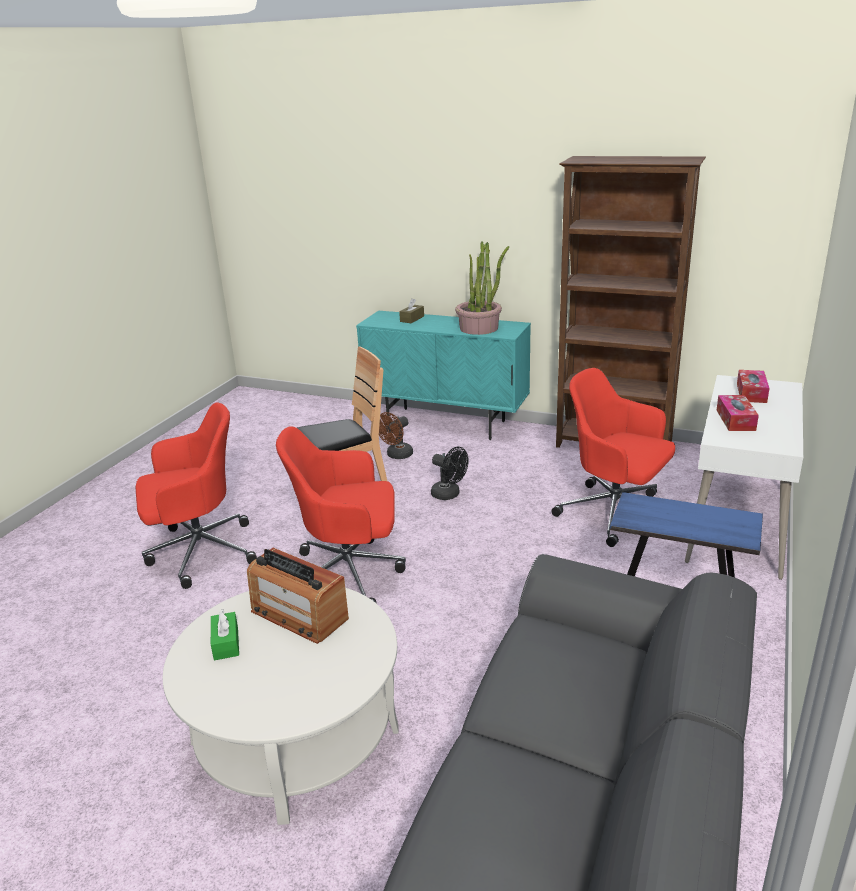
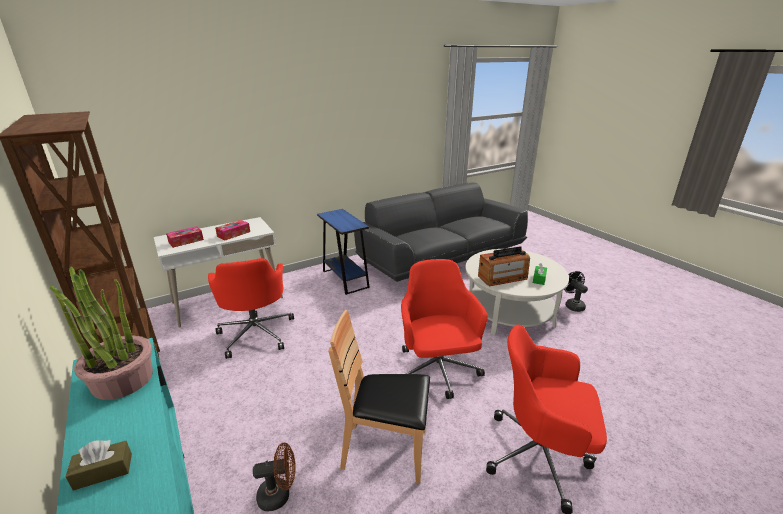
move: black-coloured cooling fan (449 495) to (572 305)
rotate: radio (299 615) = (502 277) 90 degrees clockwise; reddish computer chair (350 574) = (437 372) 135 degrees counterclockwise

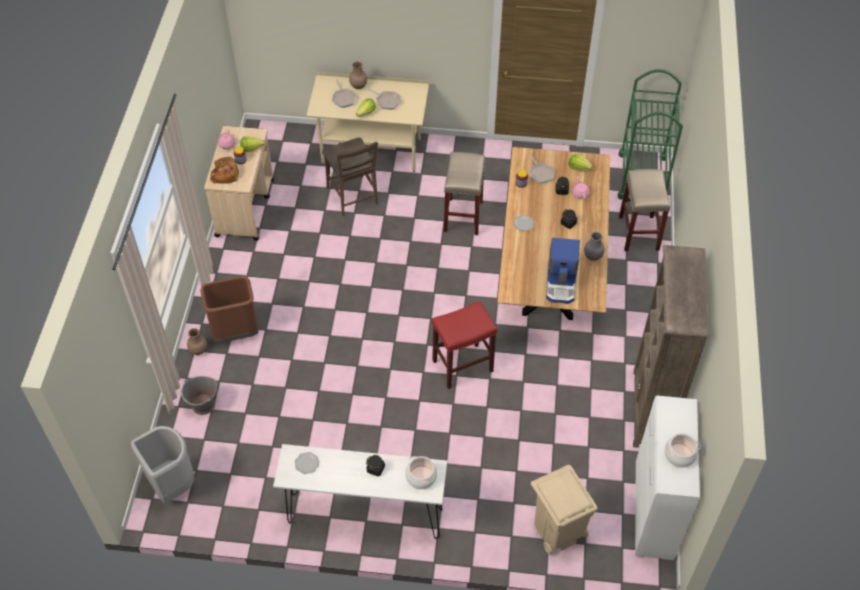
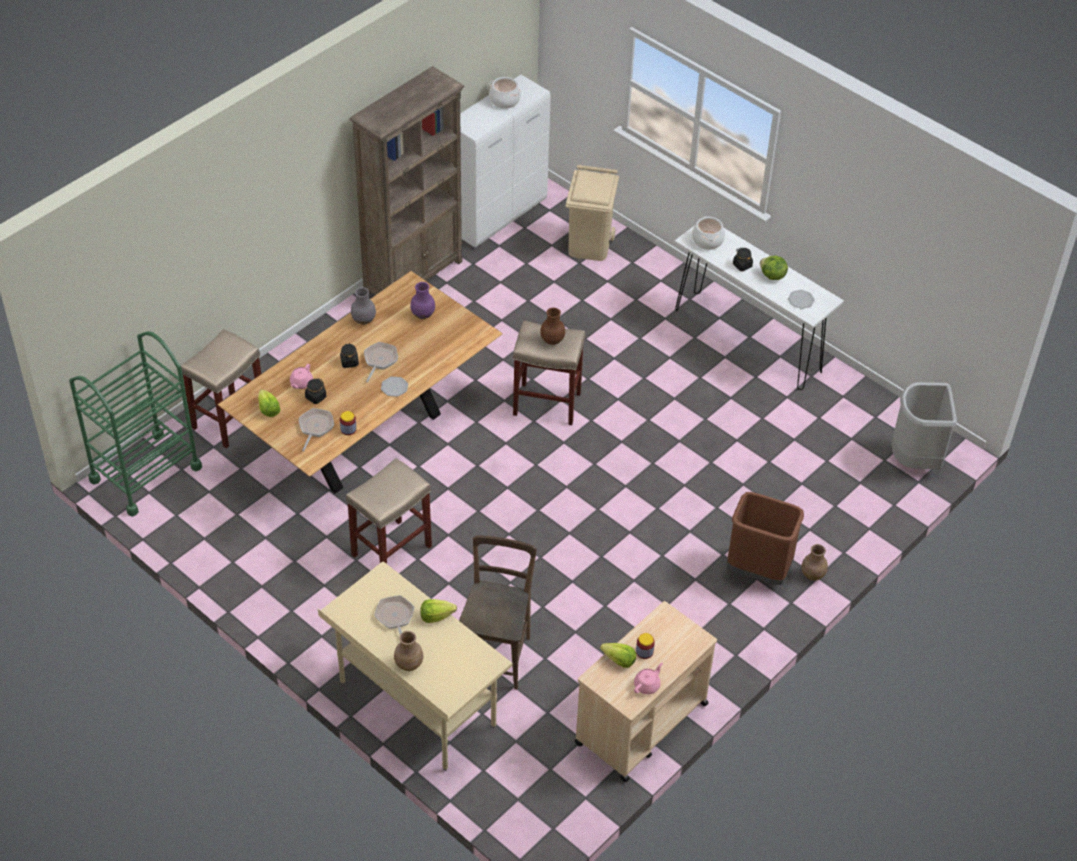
delete: gray bucket (203 405); bread (224 175)
insert: brown vase (552 340); head of lettuce (772 276)
move: pan (343 98) to (379 360)
replace: coffee maker (561 283) to purple-coloured vase (422 314)
recolor: reddish sitting stool (462 366) to beige-coloured sitting stool (548 403)

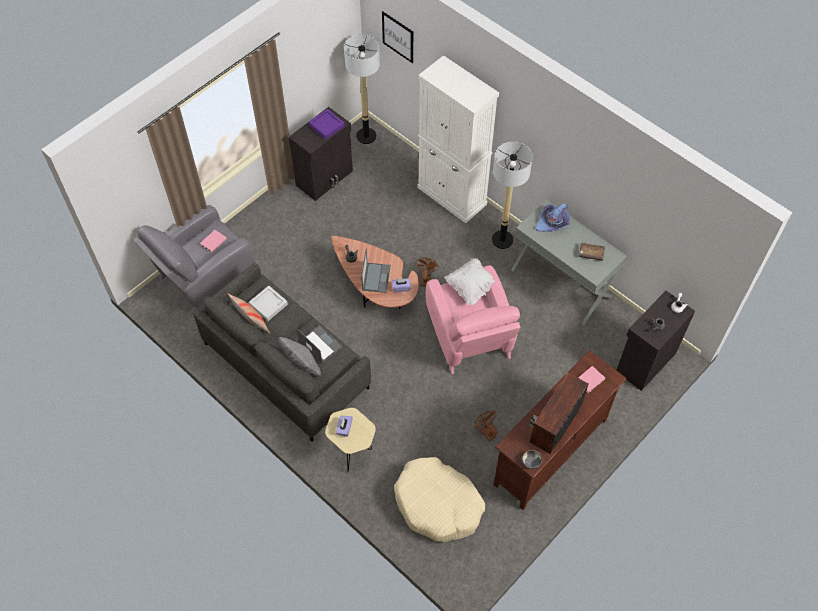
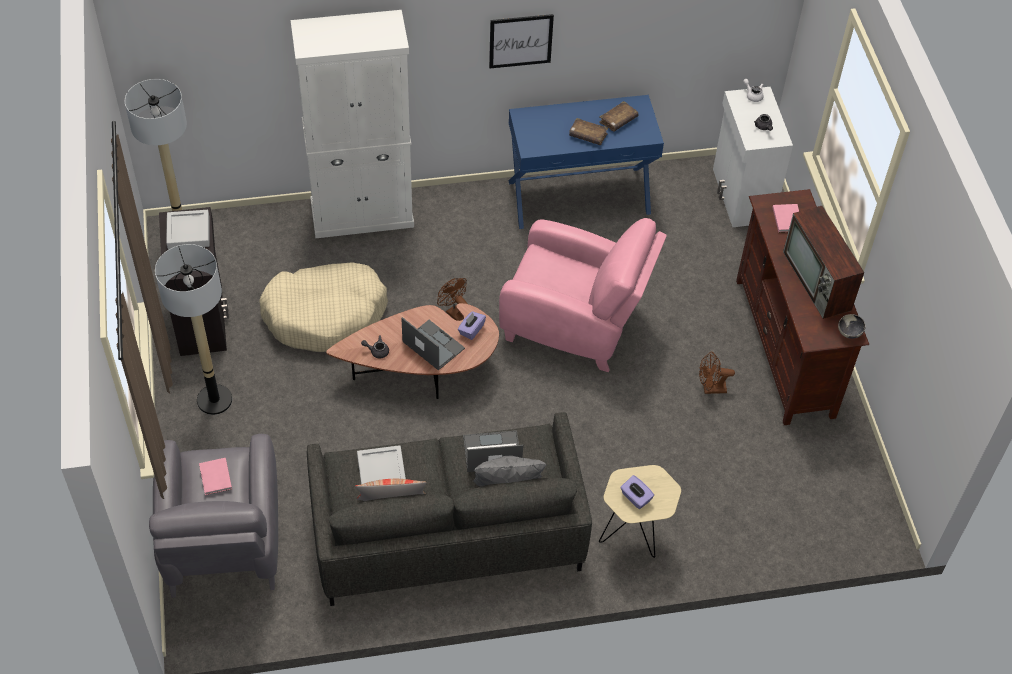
delete: whitish pillow (472 287); purple-coloured clothing hat (553 222)
insert: brown bound book (588 135)
move: wall picture (398 37) to (520 41); beige-coloured dog bed (438 504) to (325 315); floor lamp (502 240) to (214 400)
recolor: purple-coloured serving tray (326 126) to gray serving tray (188 232); gray narrow table (562 282) to blue narrow table (579 196); black-coloured cabinet (644 362) to whitish cabinet (741 196)

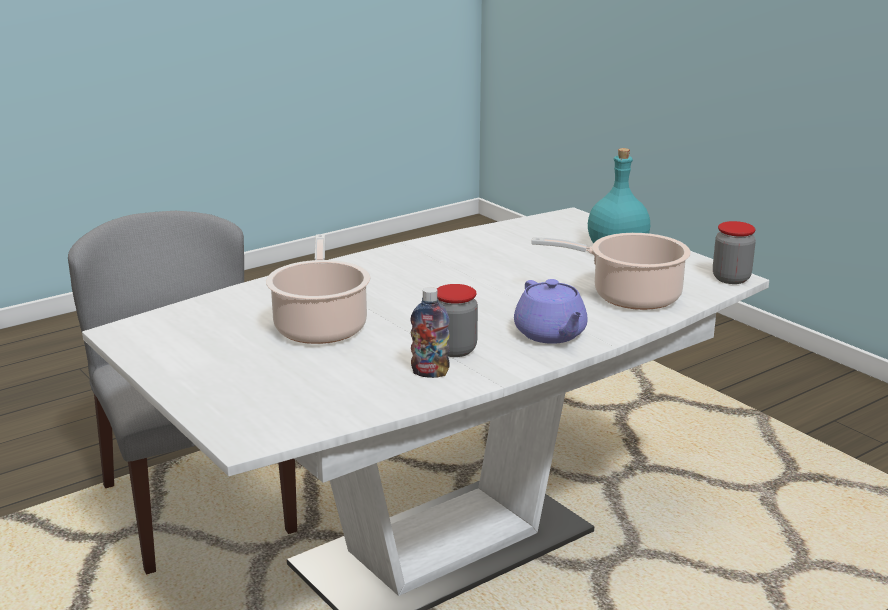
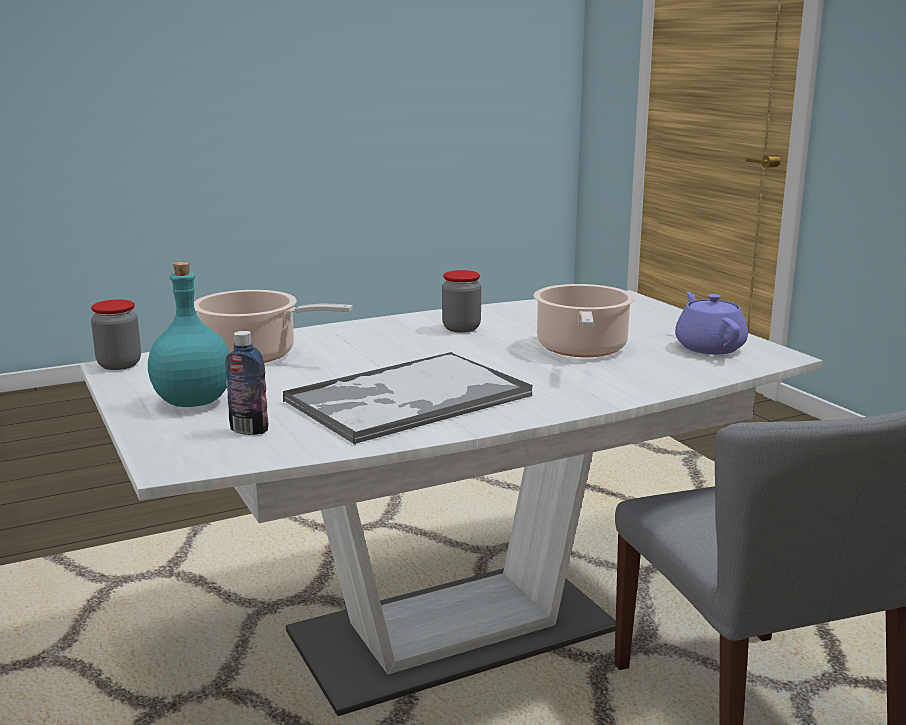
insert: serving tray (406 399)
move: bottle (430 373) to (249 430); purple-coloured teapot (551 334) to (708 347)

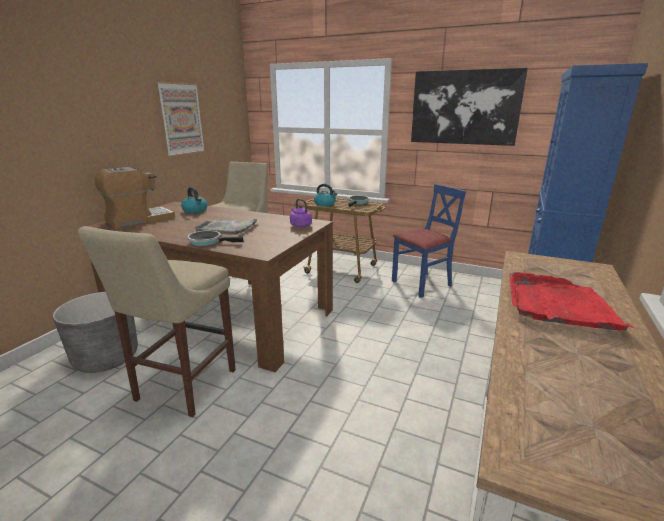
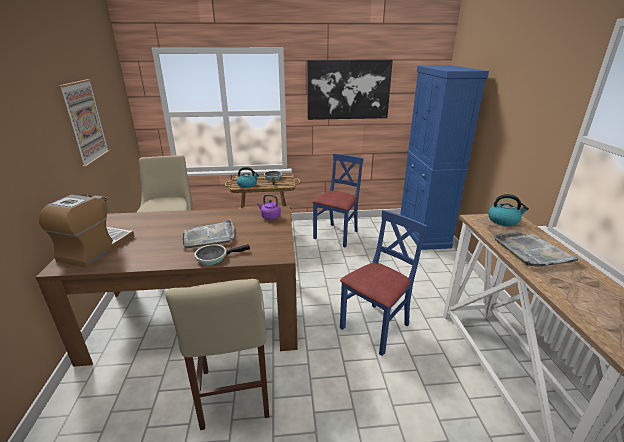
delete: gray planter (106 357)
insert: blue upright chair (376 327)
move: kettle (195 210) to (503 220)
recolor: reddish serving tray (558 304) to gray serving tray (531 251)

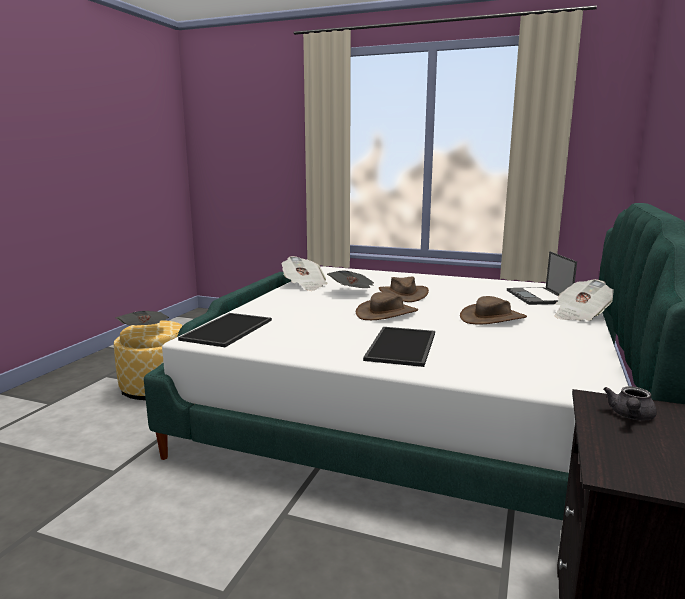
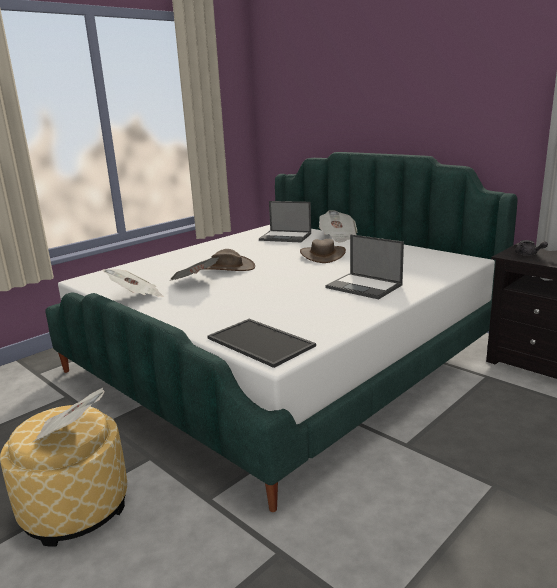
delete: brown clothing hat (387 313)
replace: serving tray (403 347) to laptop (365 286)

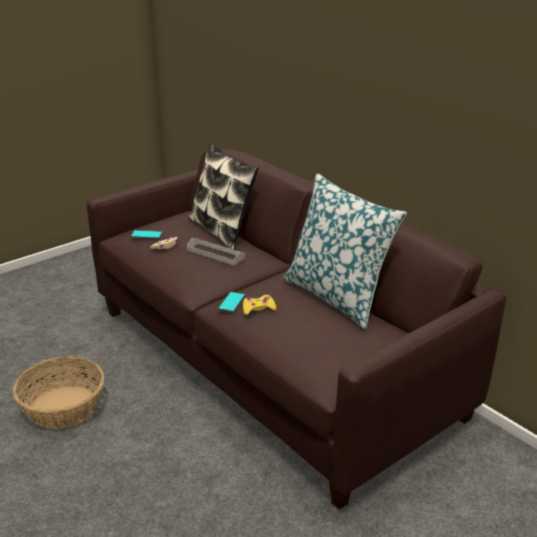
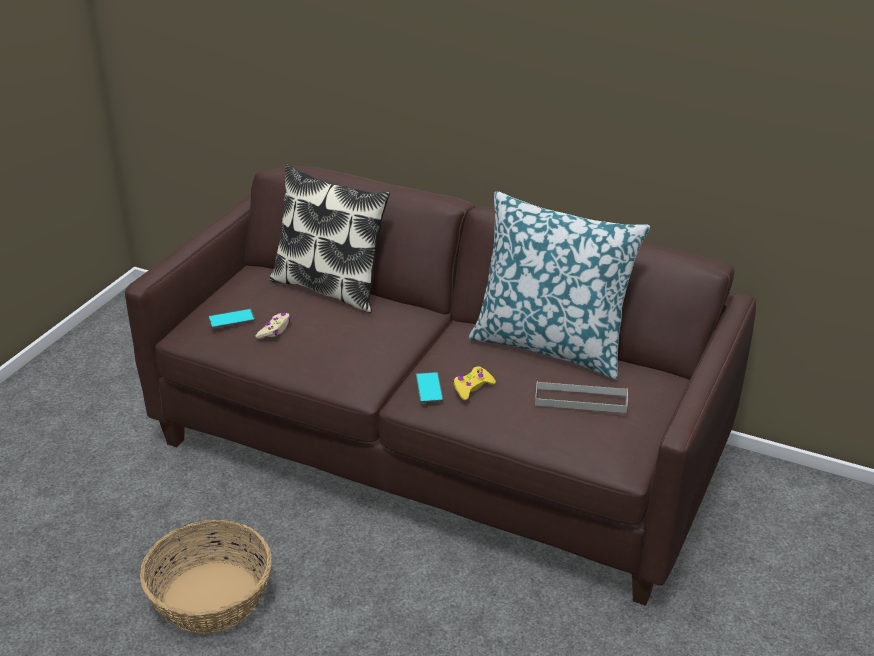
move: gray serving tray (215 254) to (580 400)

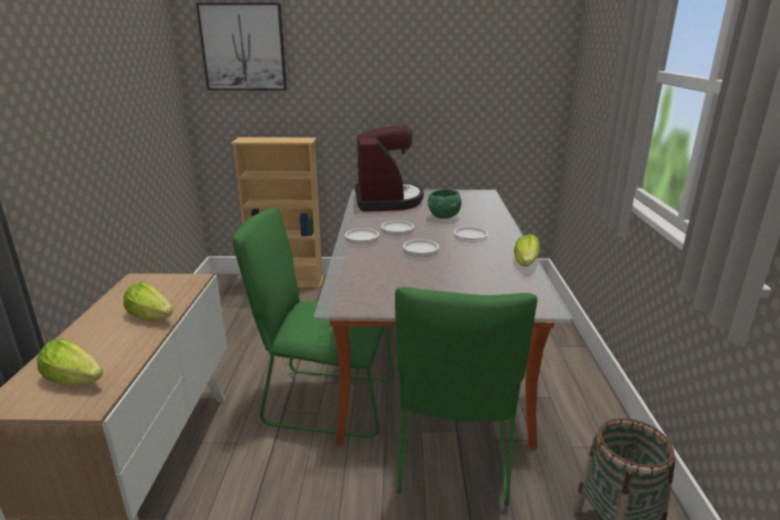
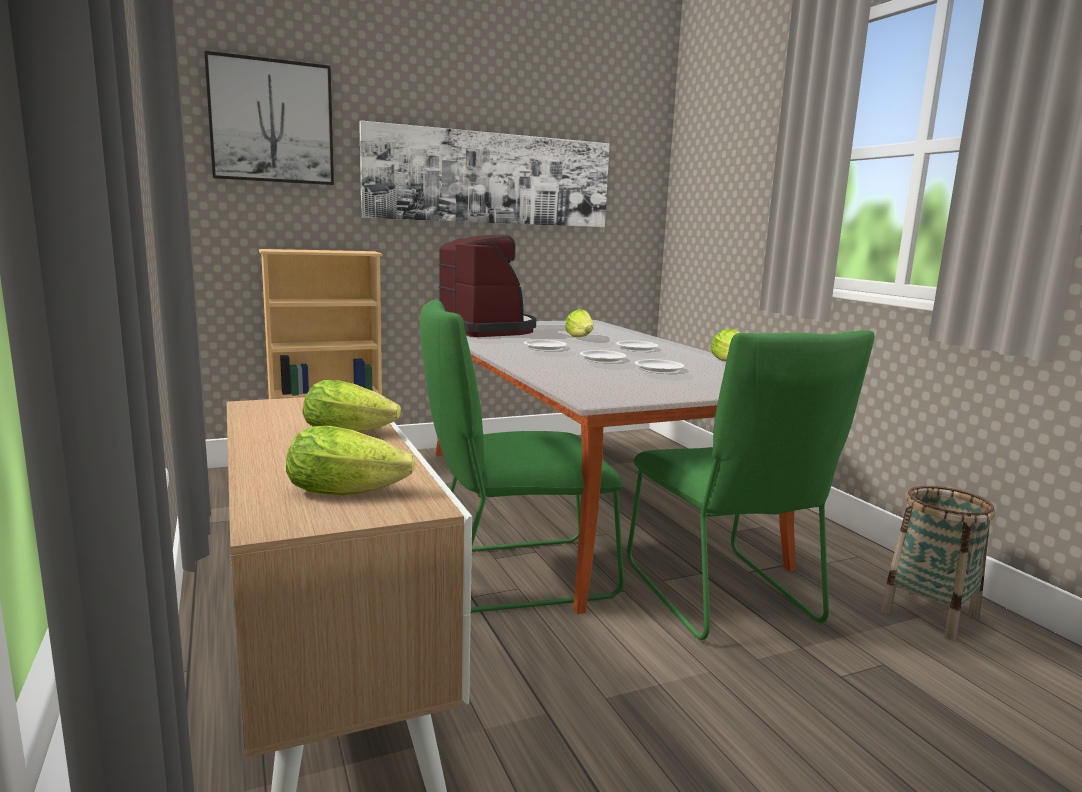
insert: wall picture (490 178)
move: whitish dinner plate (362 237) to (658 368)
replace: greenish bowl (444 217) to head of lettuce (580 338)

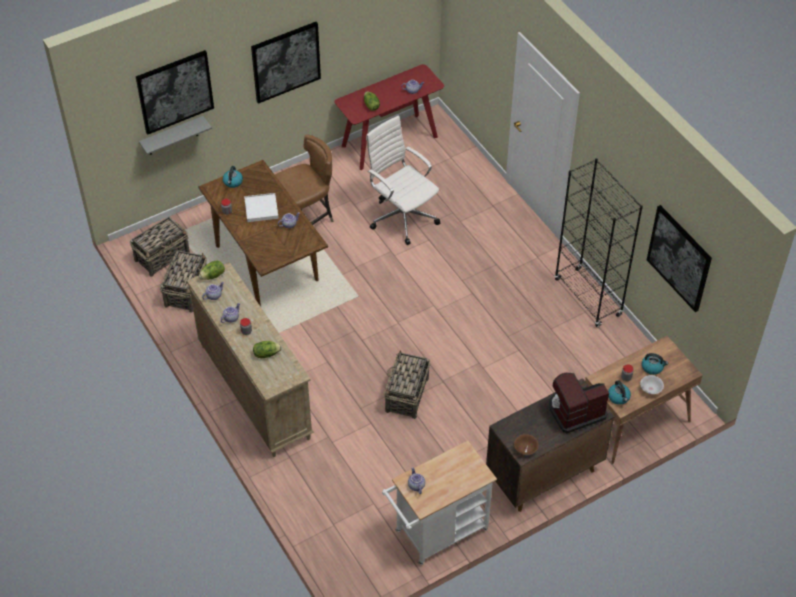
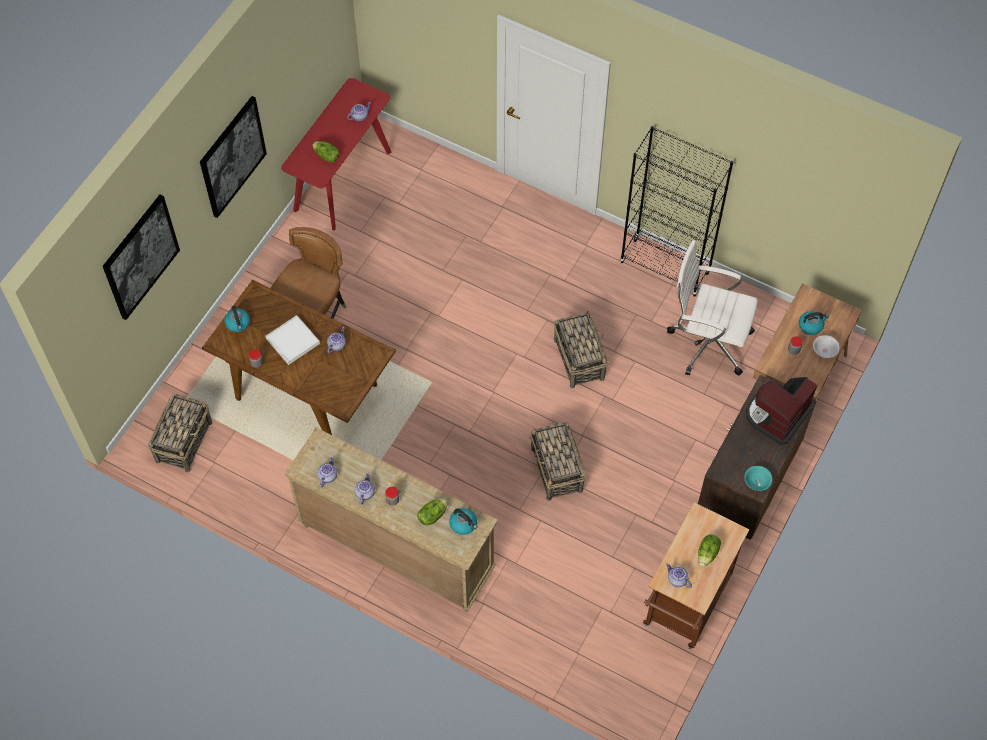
delete: gray wall shelf (172 136); wall picture (679 258)
move: basket (187 290) to (579 359); head of lettuce (213 276) to (708 554); whitish computer chair (402 216) to (707 341); kettle (618 397) to (463 524)
recolor: whitish wheeled cart (437 533) to brown wheeled cart (685 606); brown bowl (525 449) to turquoise-coloured bowl (756 482)

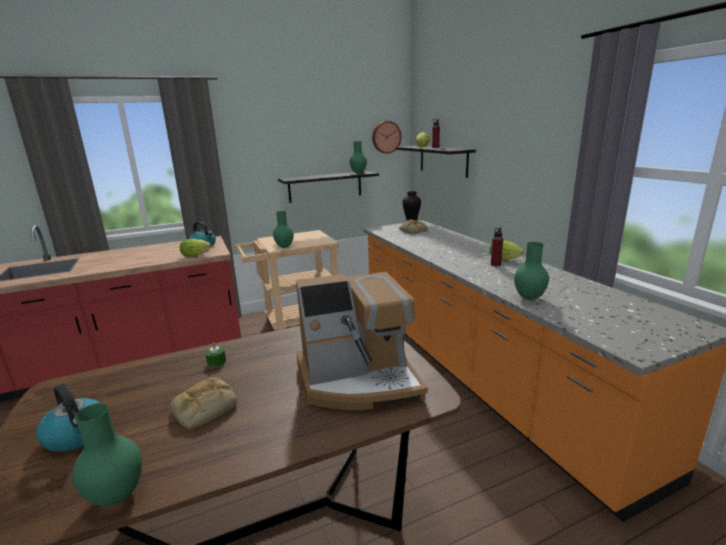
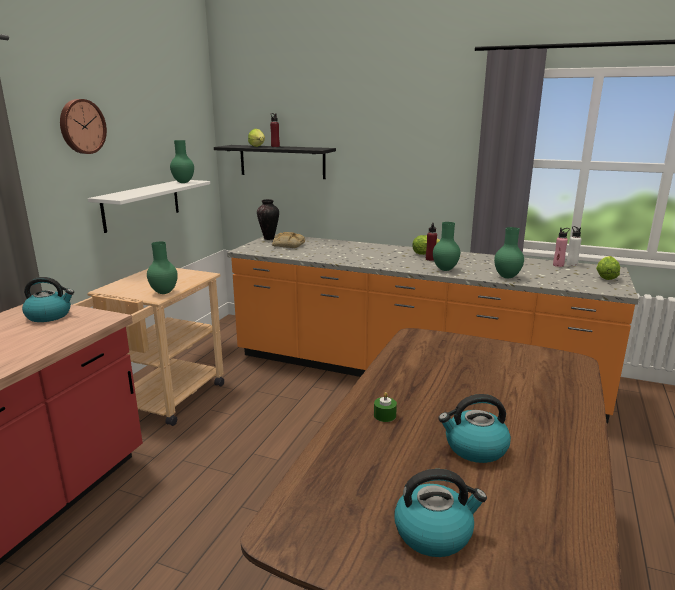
delete: coffee maker (358 380)
insert: pink-coloured bottle (558 265); whitish bottle (571 264)
move: greenish vase (118 495) to (444 269); head of lettuce (197 255) to (605 277); hanging clock (386 137) to (81 126)
replace: bread (204 409) to kettle (475 448)
recolor: black-coloured wall shelf (325 186) to whitish wall shelf (142 204)

